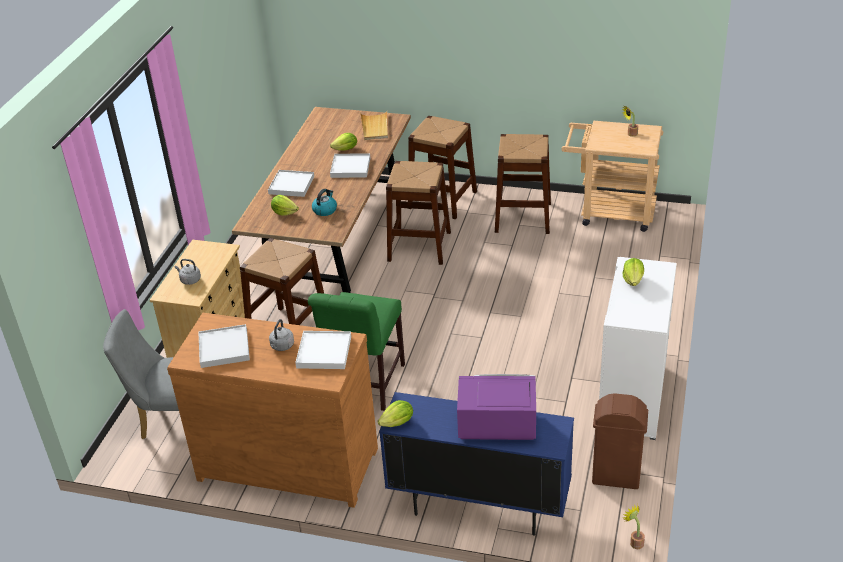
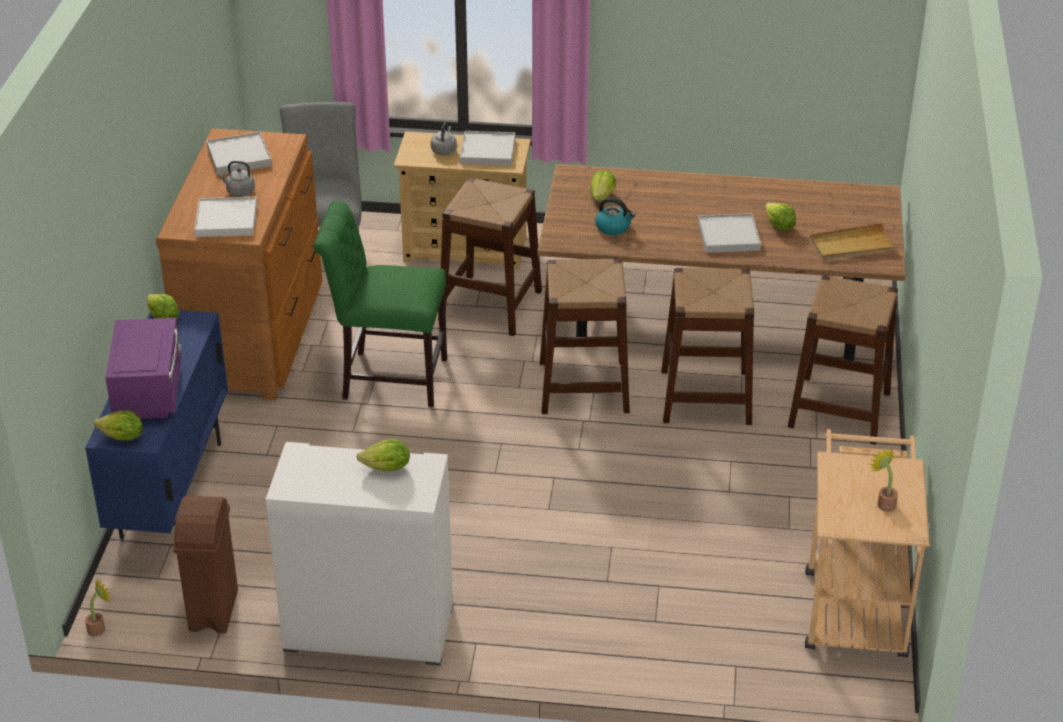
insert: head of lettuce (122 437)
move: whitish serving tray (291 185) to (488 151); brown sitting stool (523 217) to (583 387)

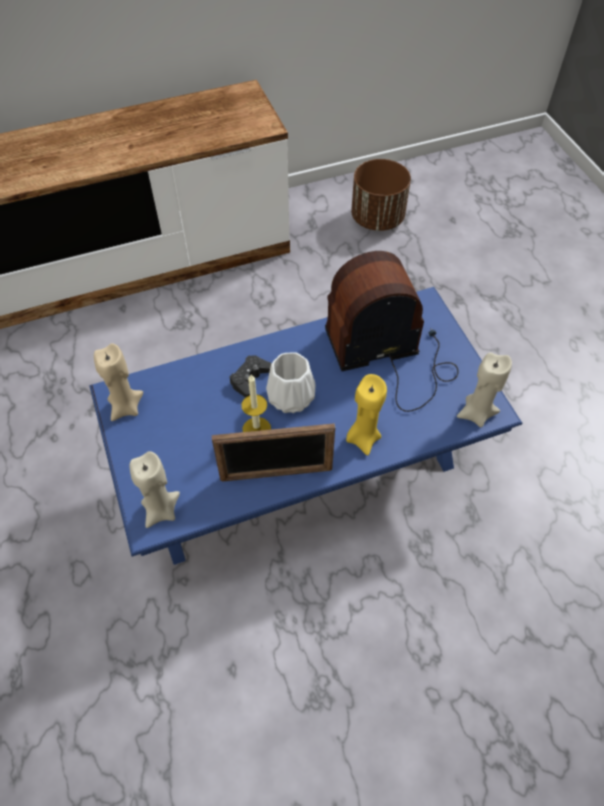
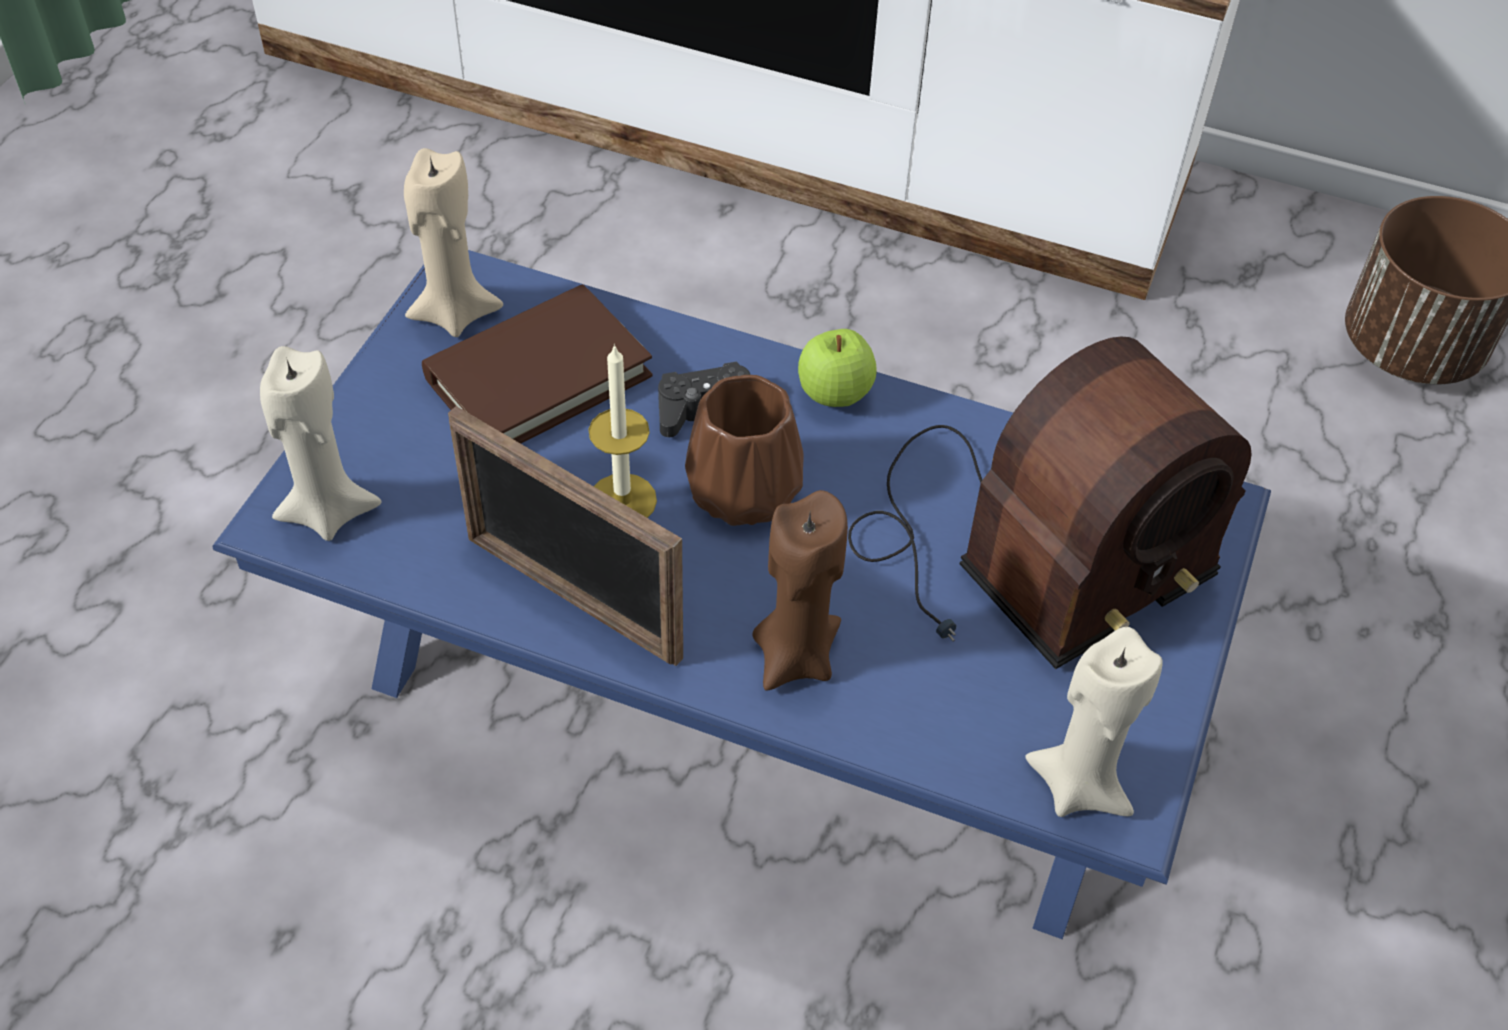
insert: brown bound book (538 377); apple (834 395)
recolor: whitish vase (290 398) to brown vase (740 491); yellowish candle (363 438) to brown candle (795 656)
rotate: radio (391 355) = (1023 553) 120 degrees clockwise

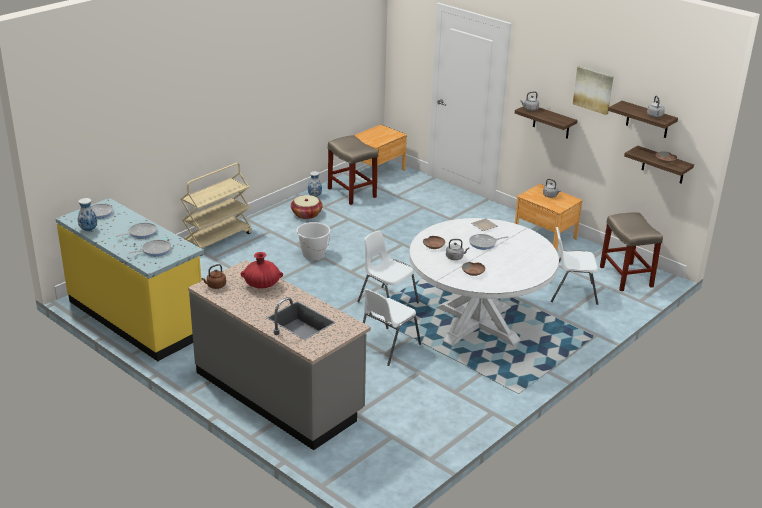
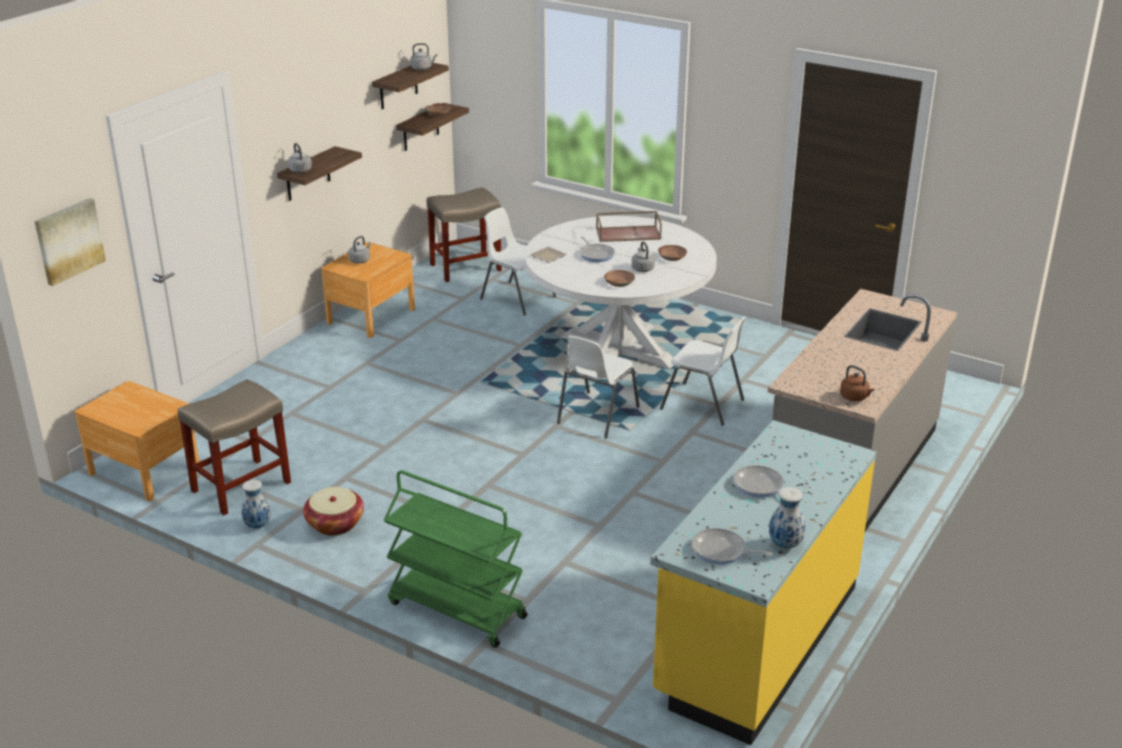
delete: pan (154 250); reddish vase (262 285); whitish bucket (313 254)
insert: brown serving tray (628 233)
move: wall picture (593 89) to (69 241)
recolor: beige-coloured wheeled cart (217 239) to greenish wheeled cart (455 610)
rotate: whitish upright chair (571 292) = (516 297) 135 degrees clockwise

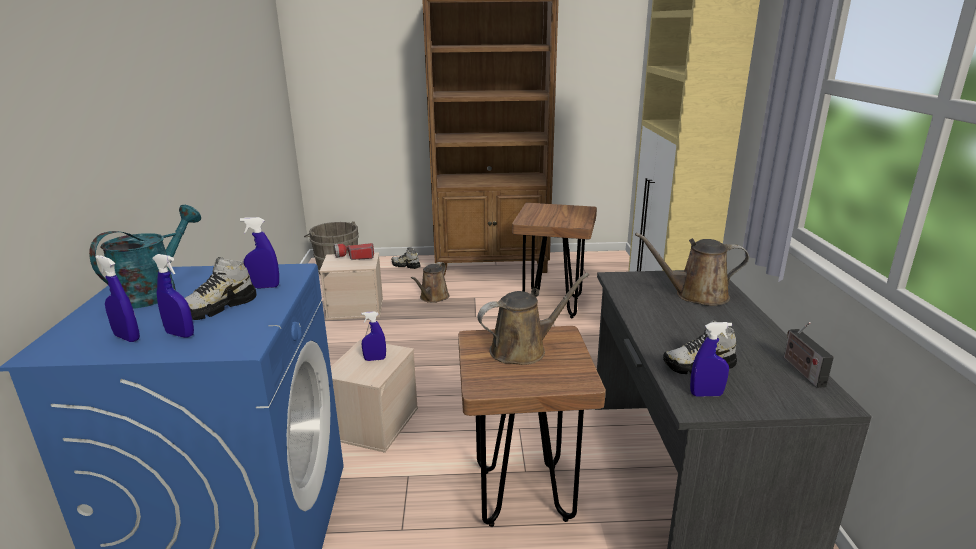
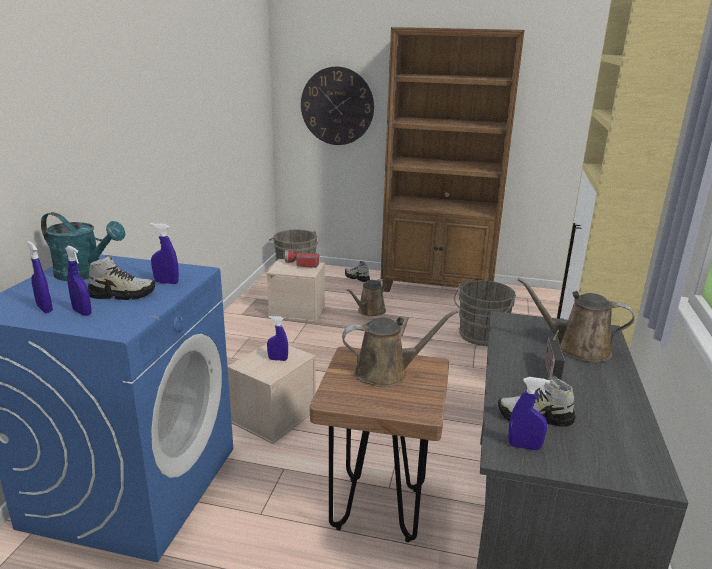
insert: hanging clock (337 106)
move: radio (801 370) to (550 371)
replace: brown sitting stool (552 306) to gray bucket (480 336)
rotate: turquoise-coloured watering can (155 291) = (85 274) 75 degrees clockwise; item of footwear (218 307) = (122 294) 150 degrees counterclockwise

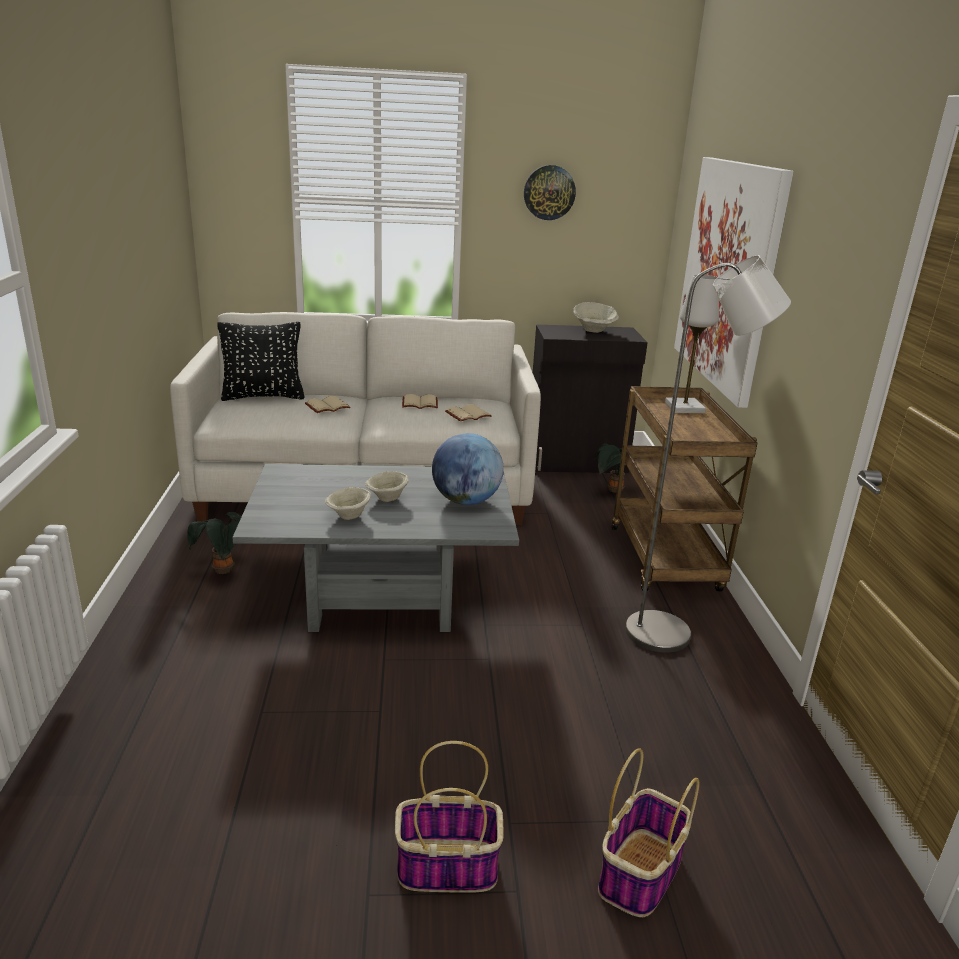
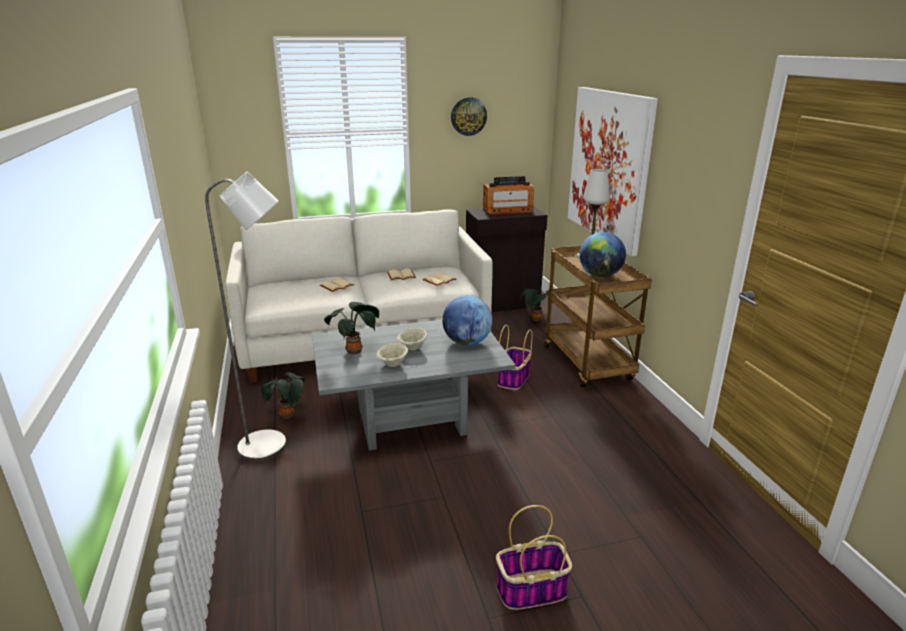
delete: black-coloured pillow (263 396)
insert: houseplant (356 351); globe (600 275)
move: basket (640 874) to (513 379); gray floor lamp (671 634) to (272 446)
replace: beige-coloured bowl (594 331) to radio (507 210)

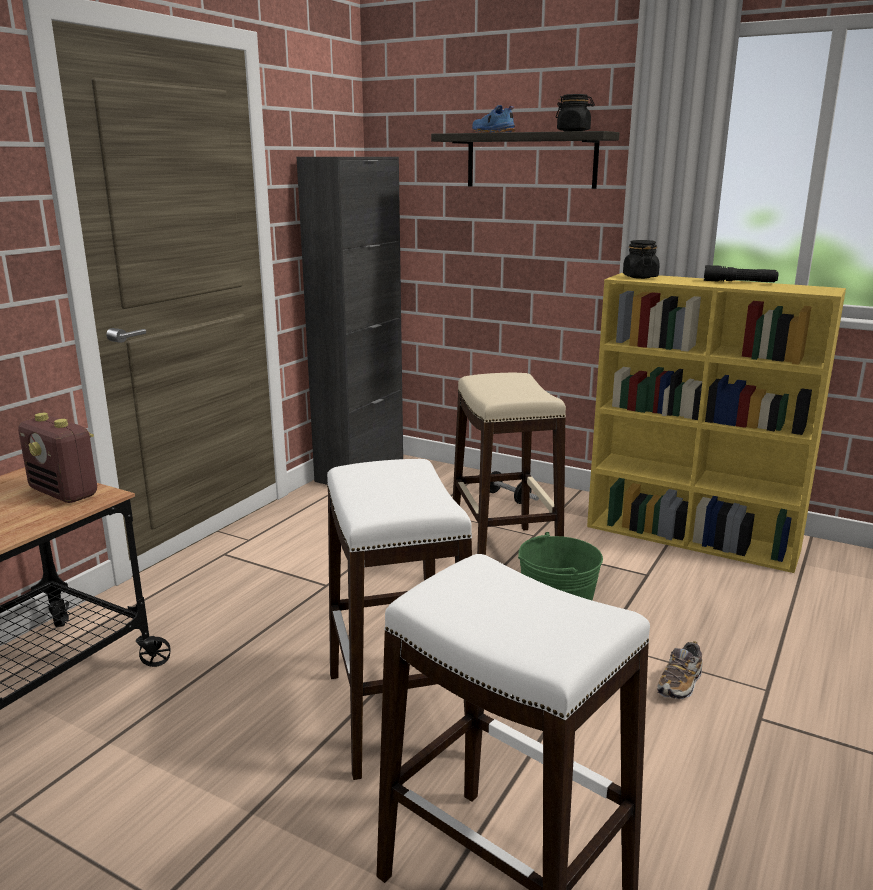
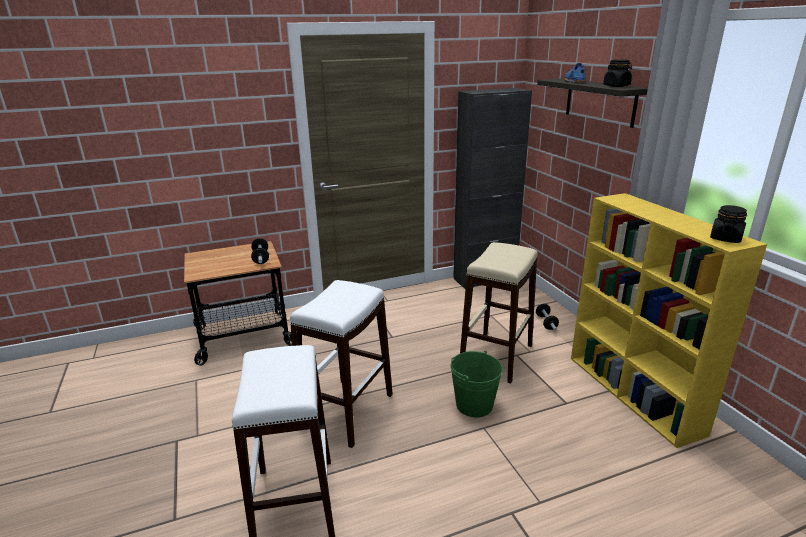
delete: item of footwear (680 684); black-coloured hand torch (739 282)
move: black-coloured jar (640 277) to (725 238)
replace: radio (64 493) to free weight (261 258)

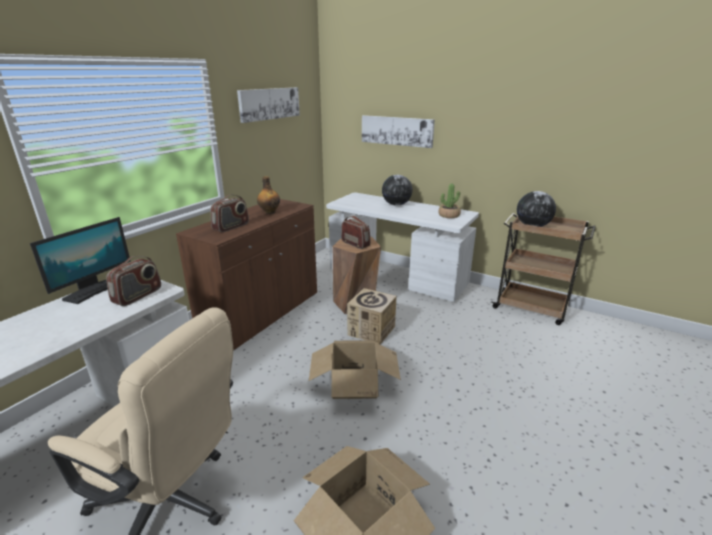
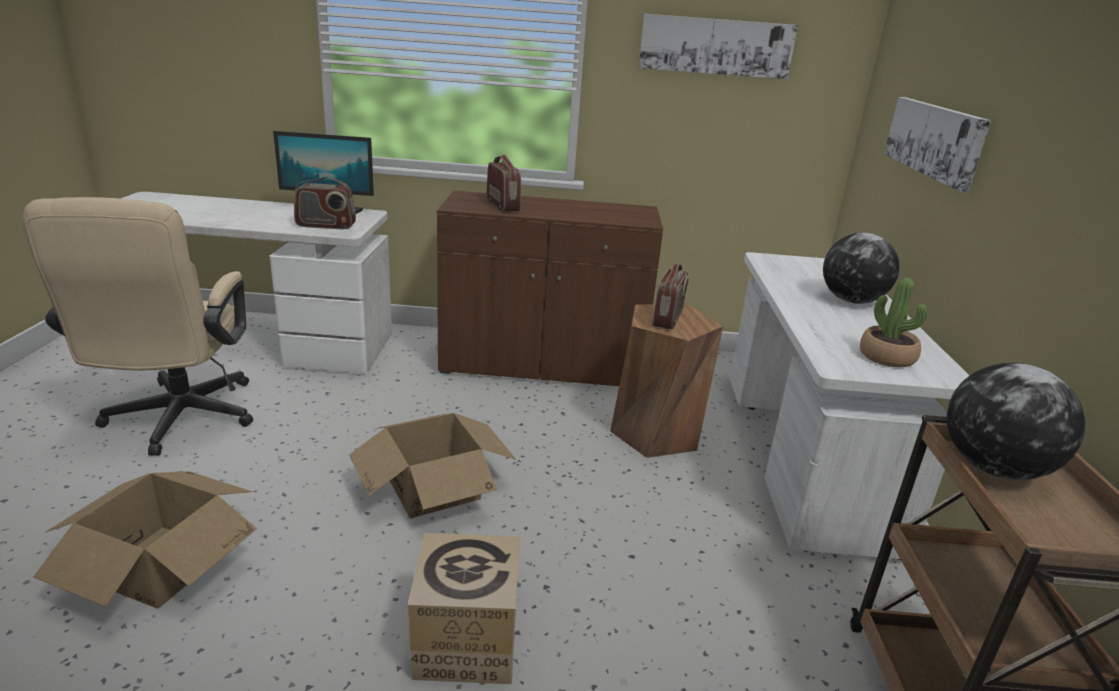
delete: bottle (269 212)
move: carton (371 330) to (466 641)
rotate: radio (231 227) = (503 205) 120 degrees counterclockwise

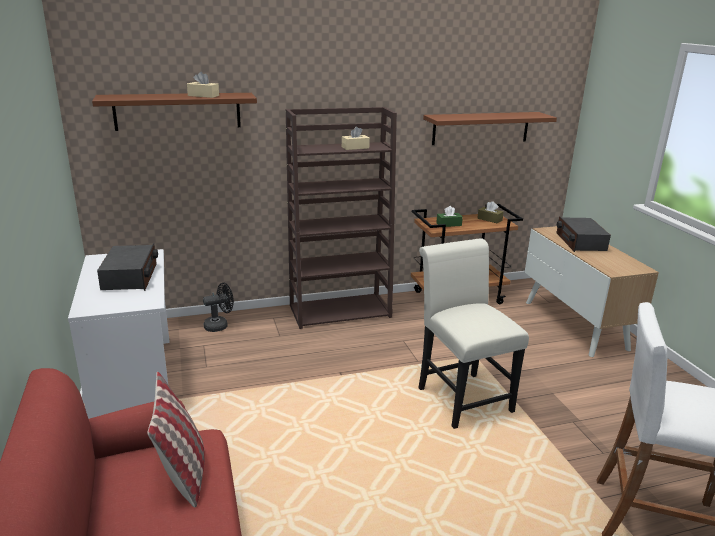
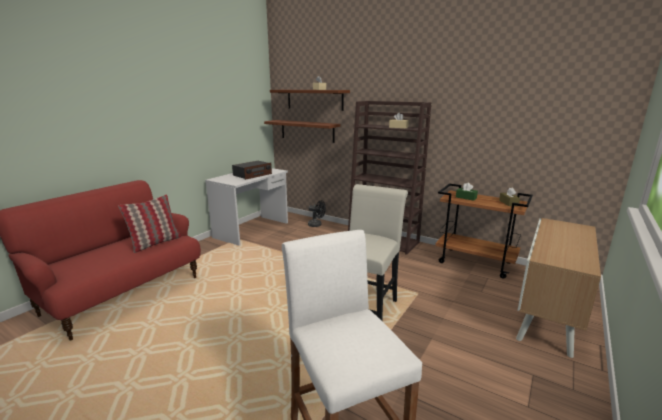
delete: radio (580 242)
move: brown wall shelf (481 128) to (307 131)

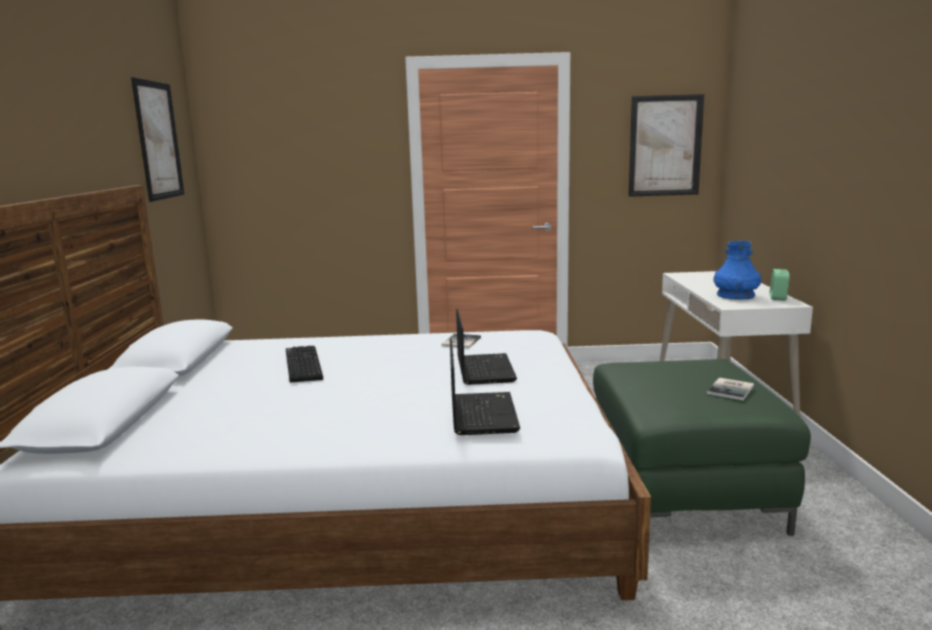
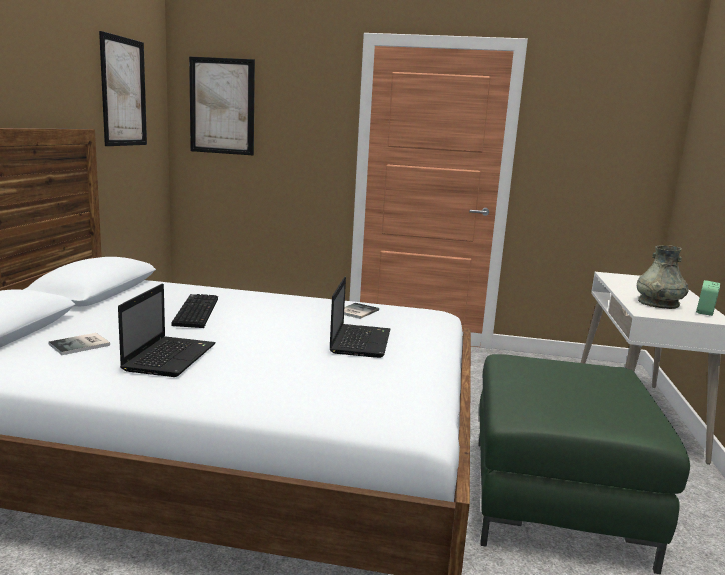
move: laptop (482 414) to (170 357); wall picture (665 146) to (222 106); bound book (732 389) to (81 345)
recolor: blue vase (735 295) to gray vase (658 303)

